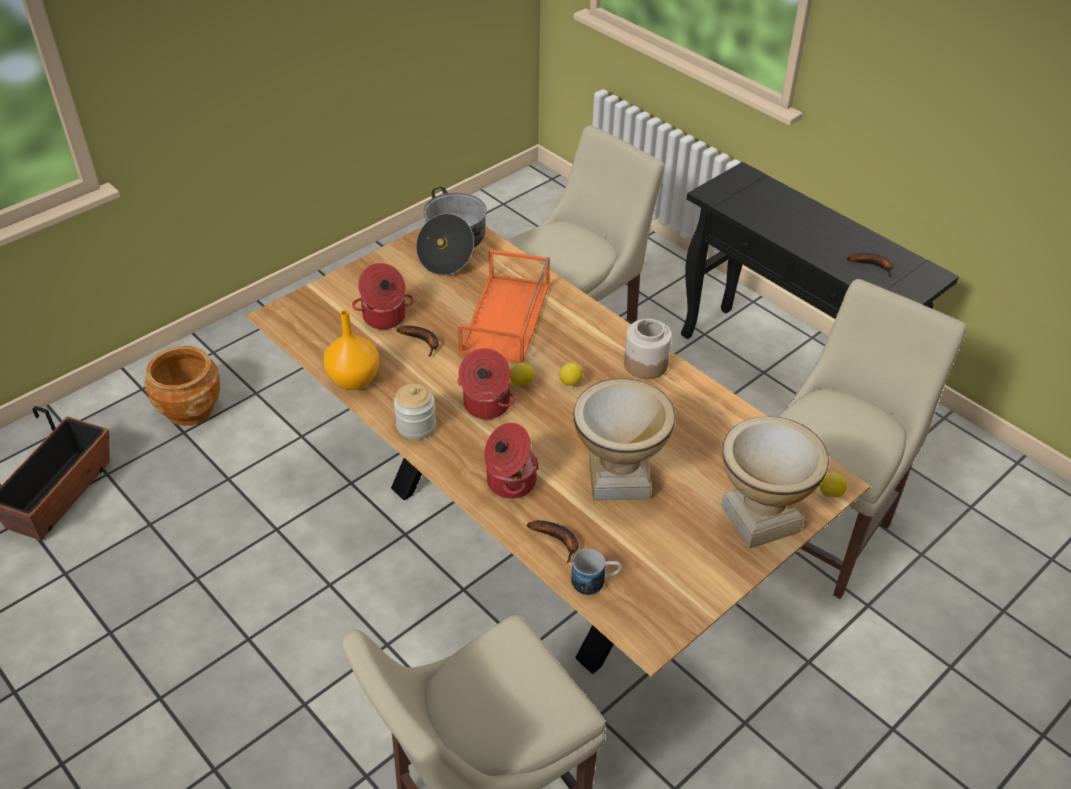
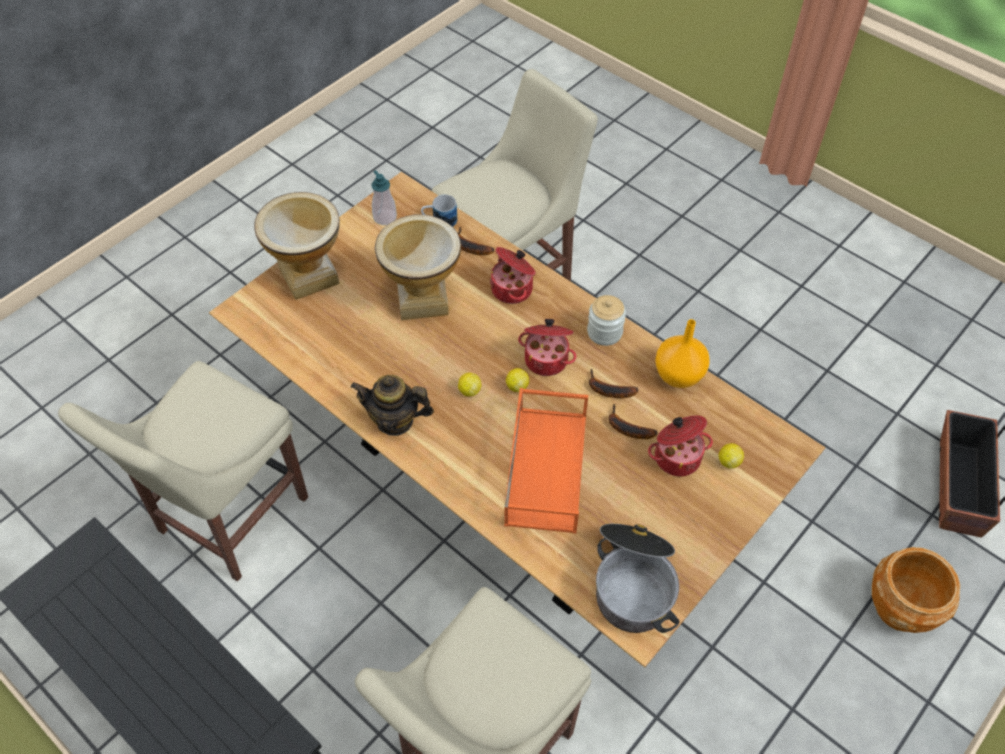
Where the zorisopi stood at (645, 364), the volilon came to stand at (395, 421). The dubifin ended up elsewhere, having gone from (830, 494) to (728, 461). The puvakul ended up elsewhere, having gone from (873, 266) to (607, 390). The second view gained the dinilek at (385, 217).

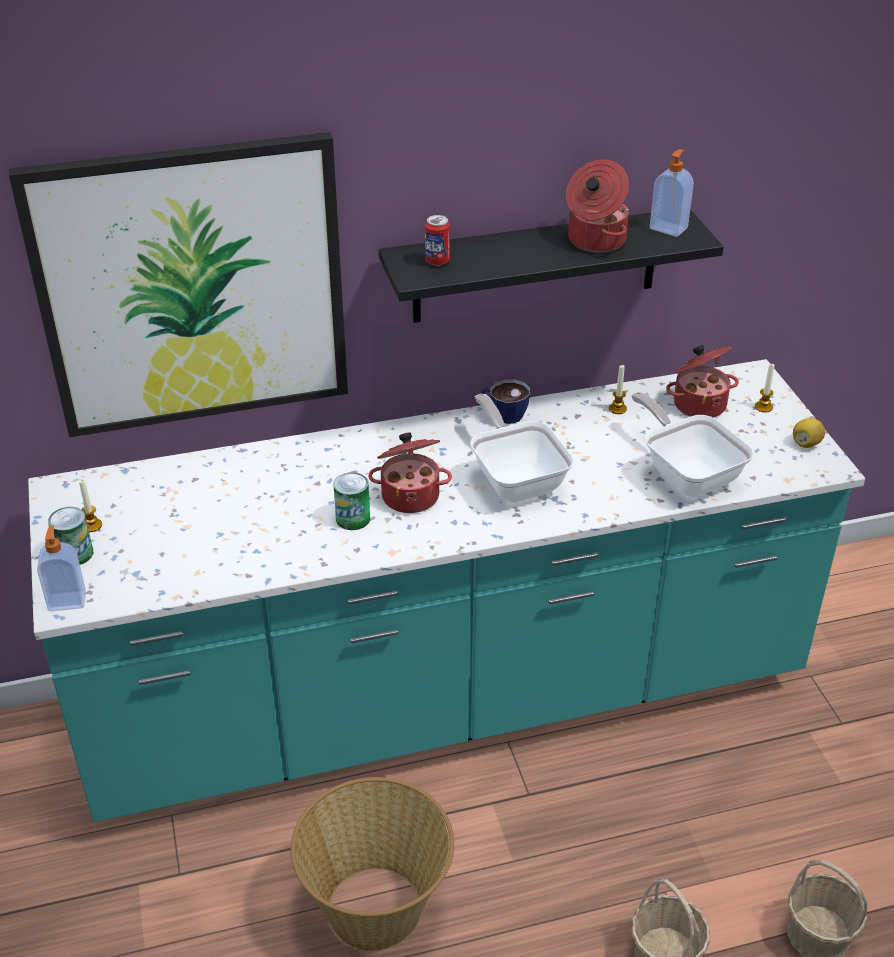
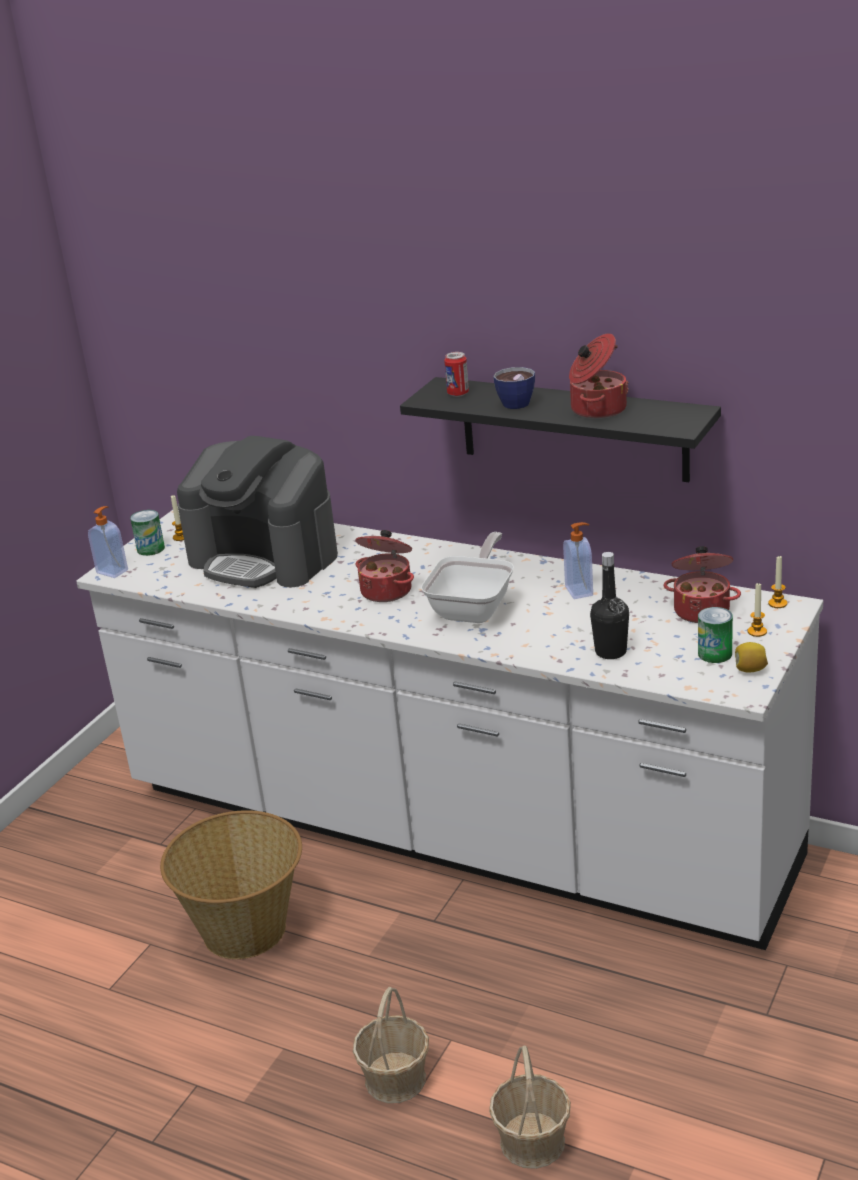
The second view lost the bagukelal at (193, 287). What was the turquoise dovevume at (447, 701) turned into the white dovevume at (452, 830). The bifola ended up elsewhere, having gone from (353, 518) to (715, 654). The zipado ended up elsewhere, having gone from (503, 414) to (513, 402). The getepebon ended up elsewhere, having gone from (617, 409) to (777, 603). Where the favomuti stood at (687, 473), the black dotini came to stand at (610, 652). The dinilek ended up elsewhere, having gone from (669, 228) to (580, 591). The second view gained the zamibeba at (265, 557).

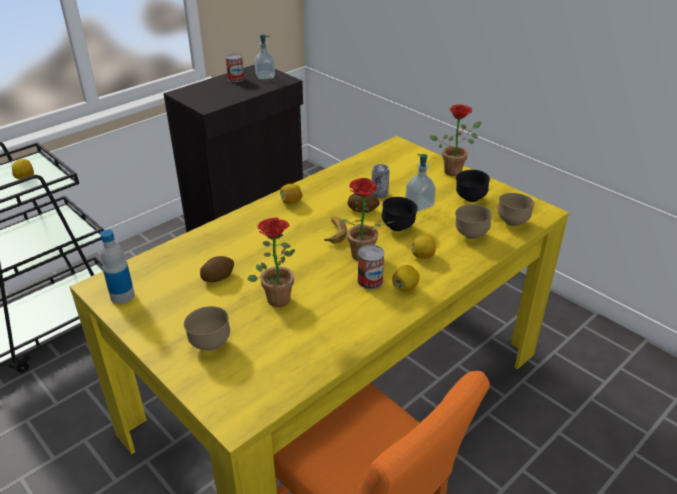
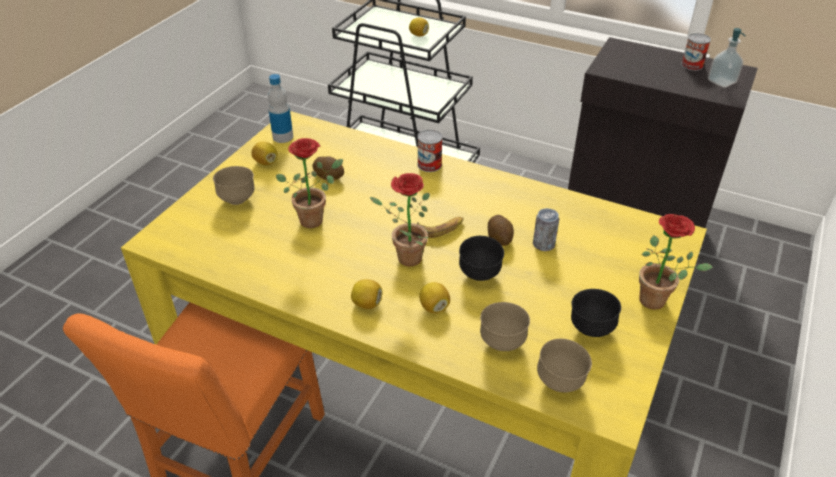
The dubifin ended up elsewhere, having gone from (291, 202) to (266, 162). The bifola ended up elsewhere, having gone from (370, 281) to (429, 165). The second view lost the dinilek at (419, 205).

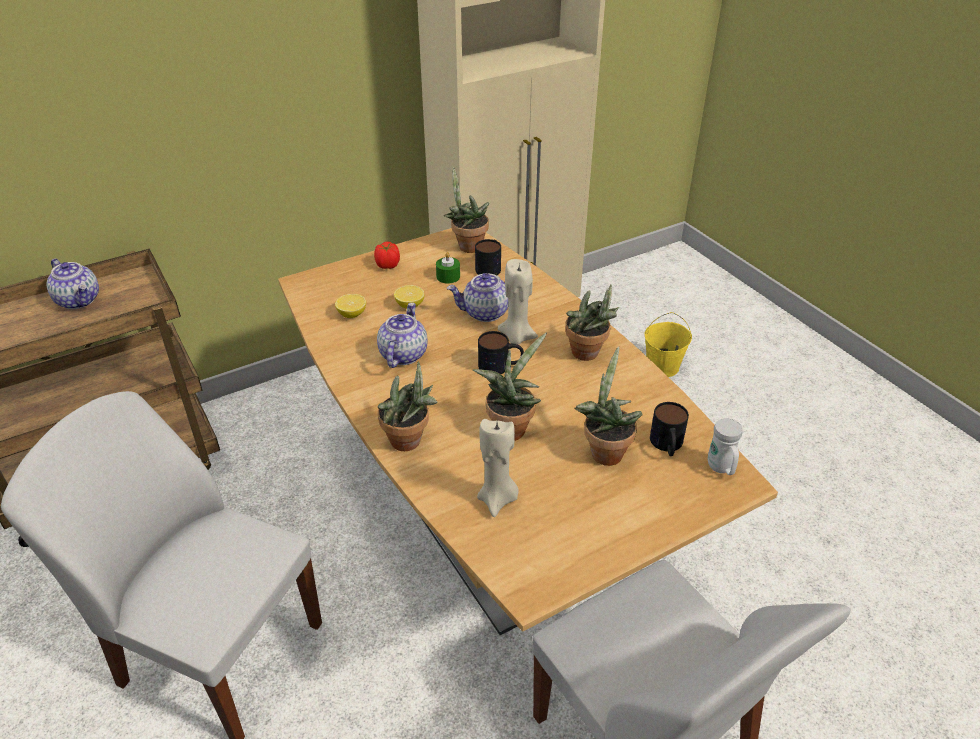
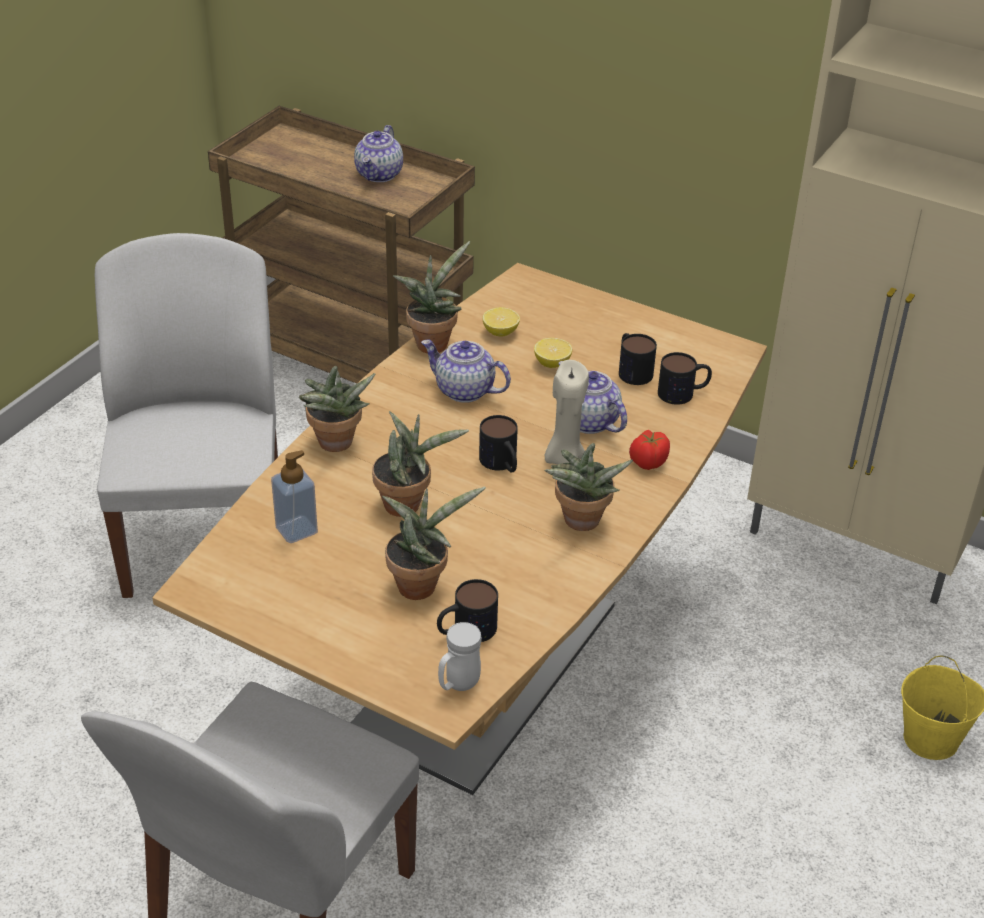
The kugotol ended up elsewhere, having gone from (387, 265) to (648, 462). The volilon at (402, 354) ended up facing another way, 135 degrees counterclockwise from before. Where the green getepebon stood at (448, 276), the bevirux came to stand at (632, 369). The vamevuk ended up elsewhere, having gone from (467, 246) to (433, 342). Where the beige getepebon stood at (498, 500), the dinilek came to stand at (296, 530).

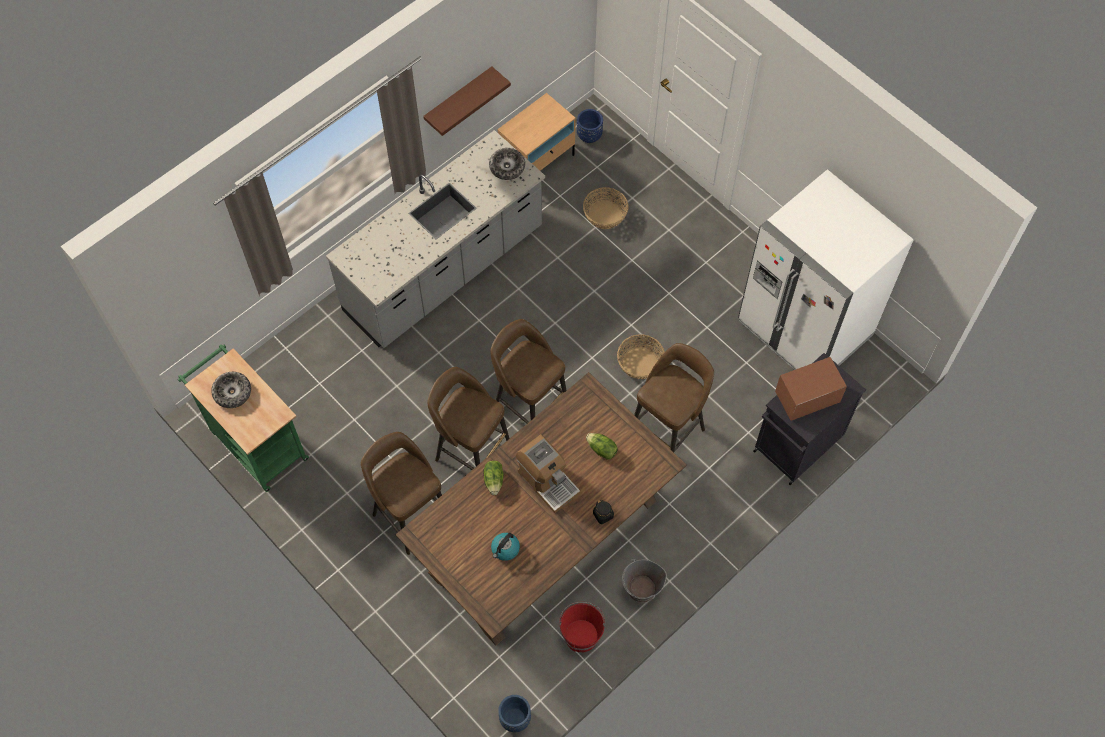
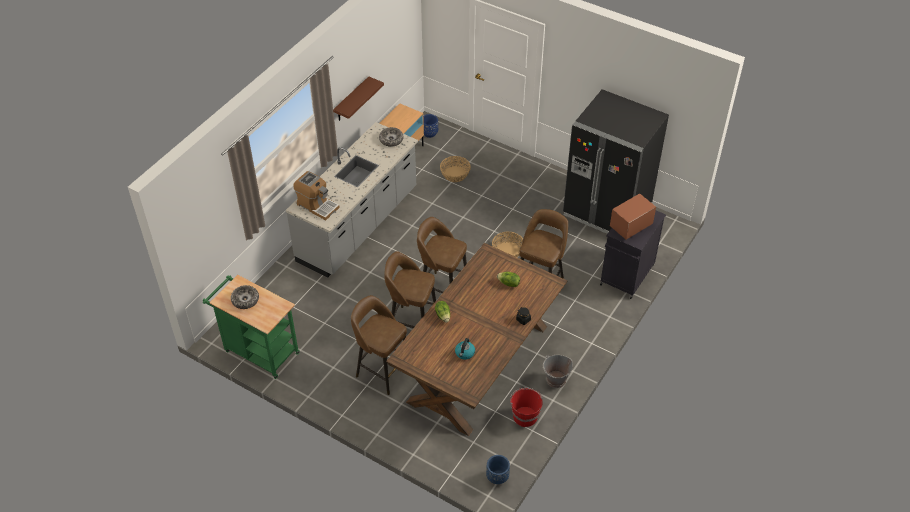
The zamibeba ended up elsewhere, having gone from (547, 481) to (317, 206). What was the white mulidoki at (804, 329) turned into the black mulidoki at (607, 211).

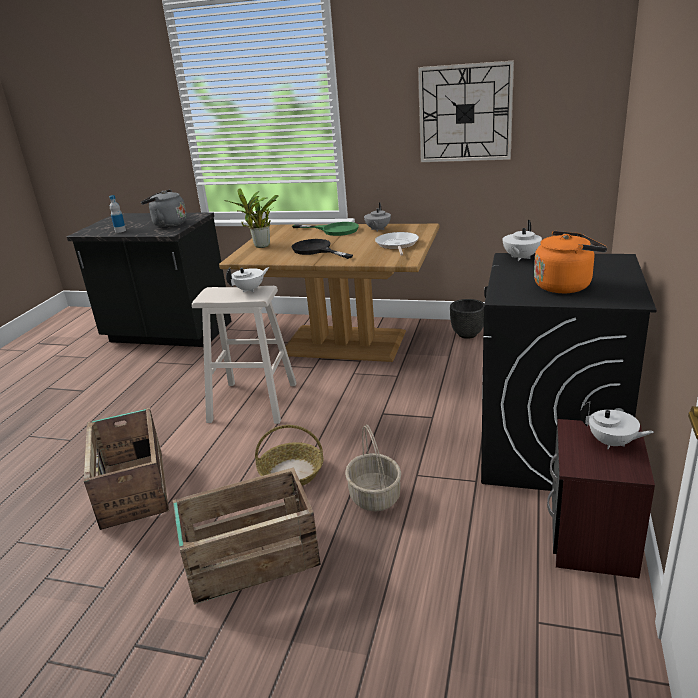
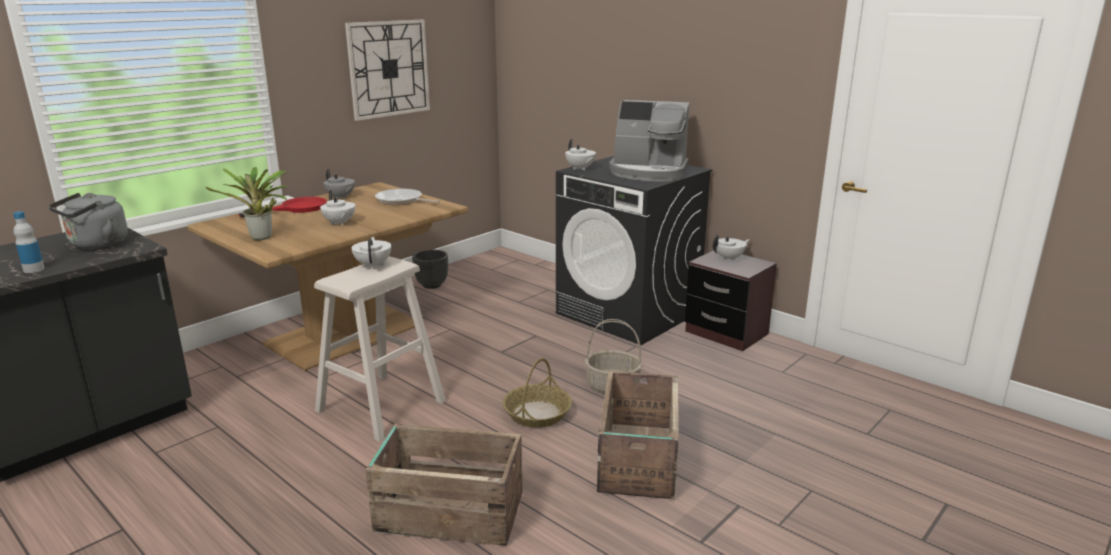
What was the green favomuti at (334, 230) turned into the red favomuti at (296, 208). Where the black favomuti stood at (316, 250), the white volilon came to stand at (339, 223). Where the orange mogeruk stood at (565, 285), the zamibeba came to stand at (648, 172).

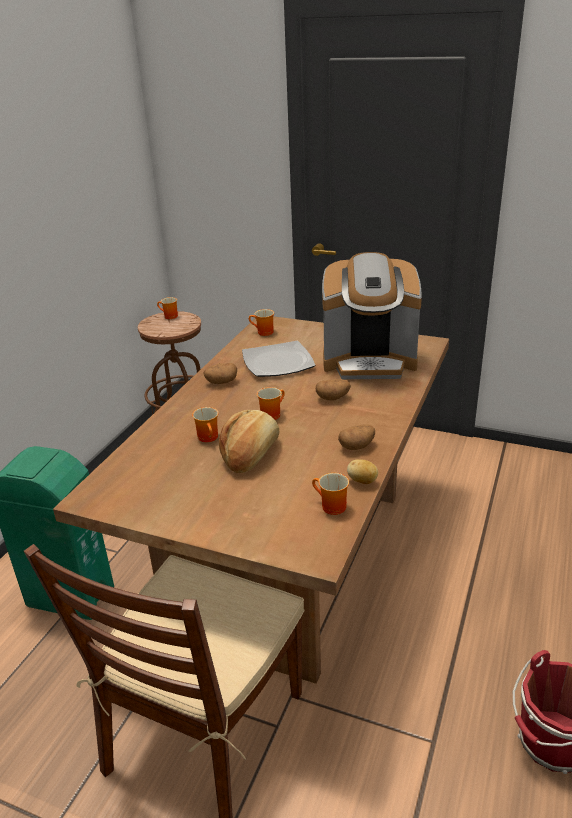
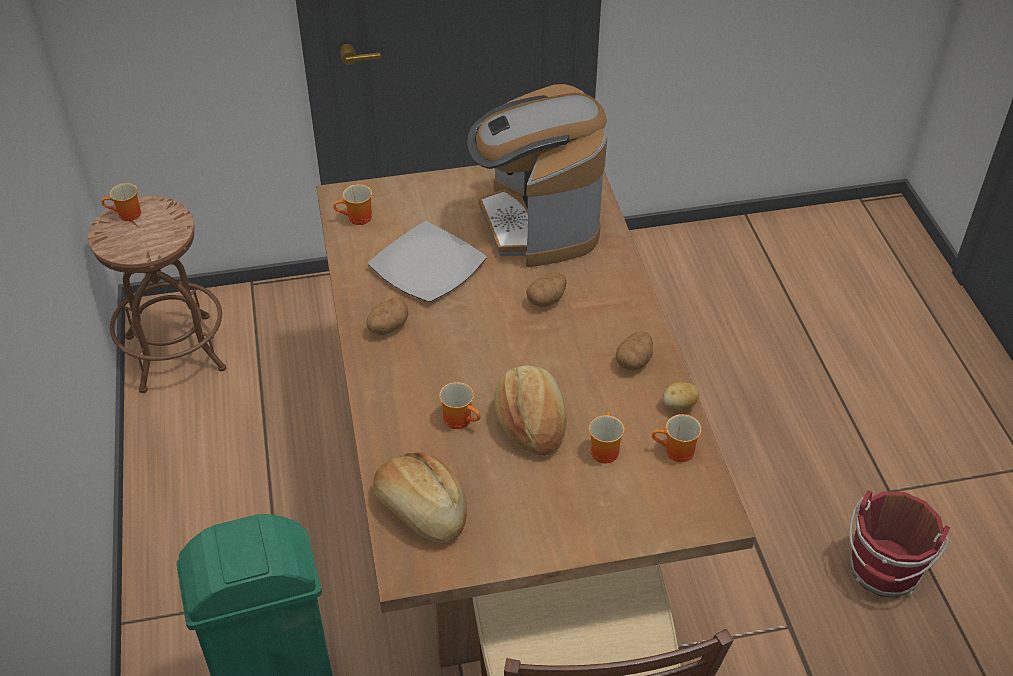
The bevirux ended up elsewhere, having gone from (271, 414) to (602, 449). The zamibeba at (369, 361) ended up facing another way, 105 degrees clockwise from before. The second view gained the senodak at (421, 510).

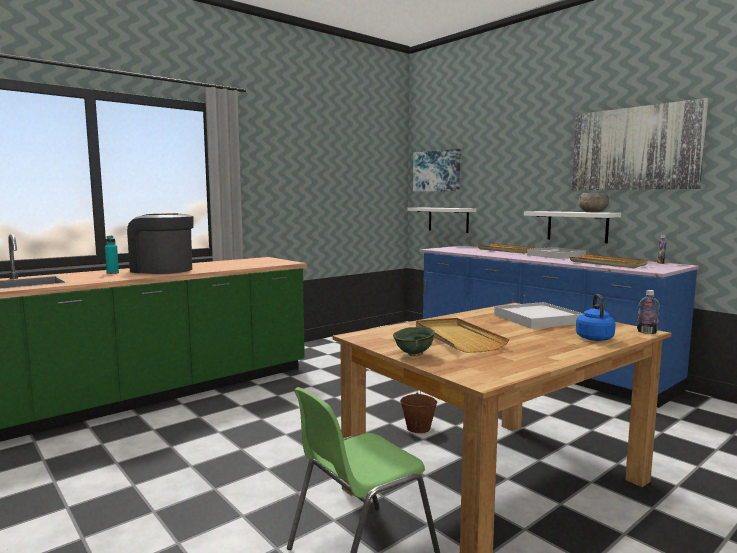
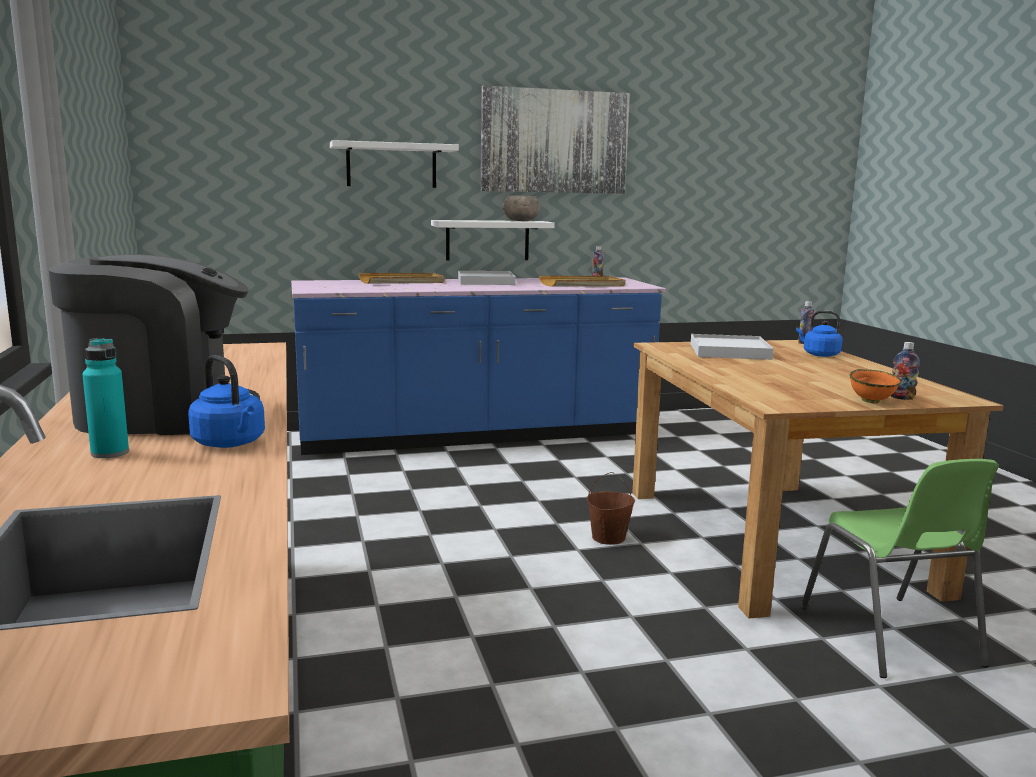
The zamibeba at (162, 270) ended up facing another way, 150 degrees counterclockwise from before. What was the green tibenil at (414, 355) turned into the orange tibenil at (872, 401). The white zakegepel ended up elsewhere, having gone from (448, 219) to (391, 165). The second view lost the bagukelal at (437, 171). The second view lost the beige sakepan at (456, 338). The second view gained the blue mogeruk at (230, 443). The second view gained the dotini at (901, 398).

